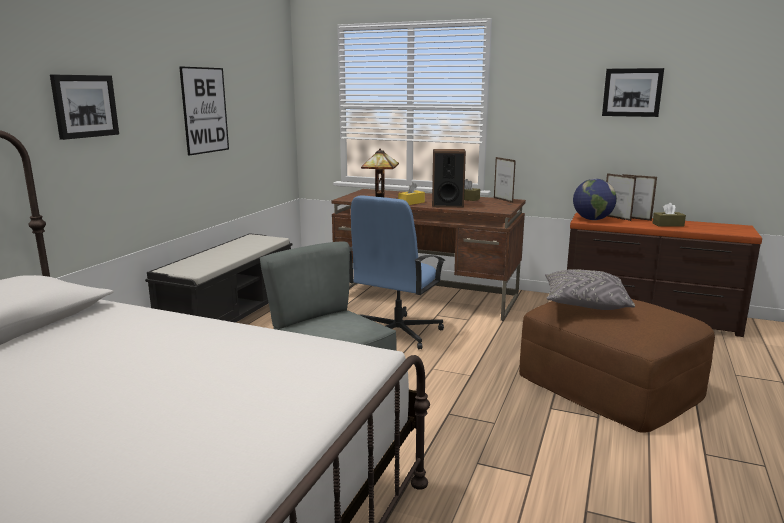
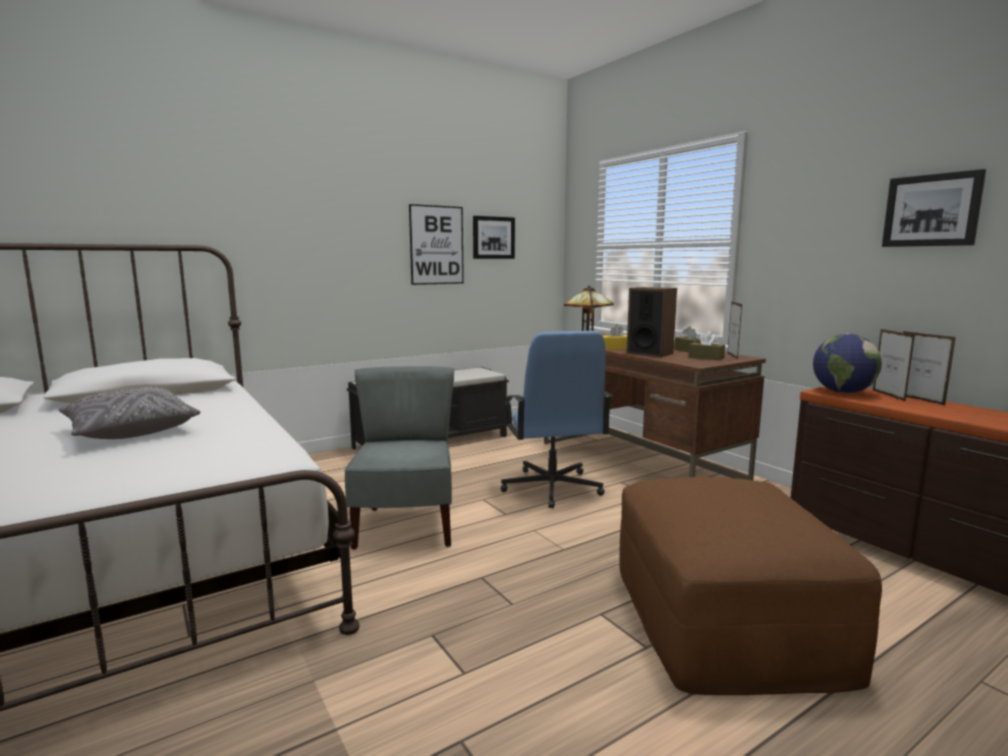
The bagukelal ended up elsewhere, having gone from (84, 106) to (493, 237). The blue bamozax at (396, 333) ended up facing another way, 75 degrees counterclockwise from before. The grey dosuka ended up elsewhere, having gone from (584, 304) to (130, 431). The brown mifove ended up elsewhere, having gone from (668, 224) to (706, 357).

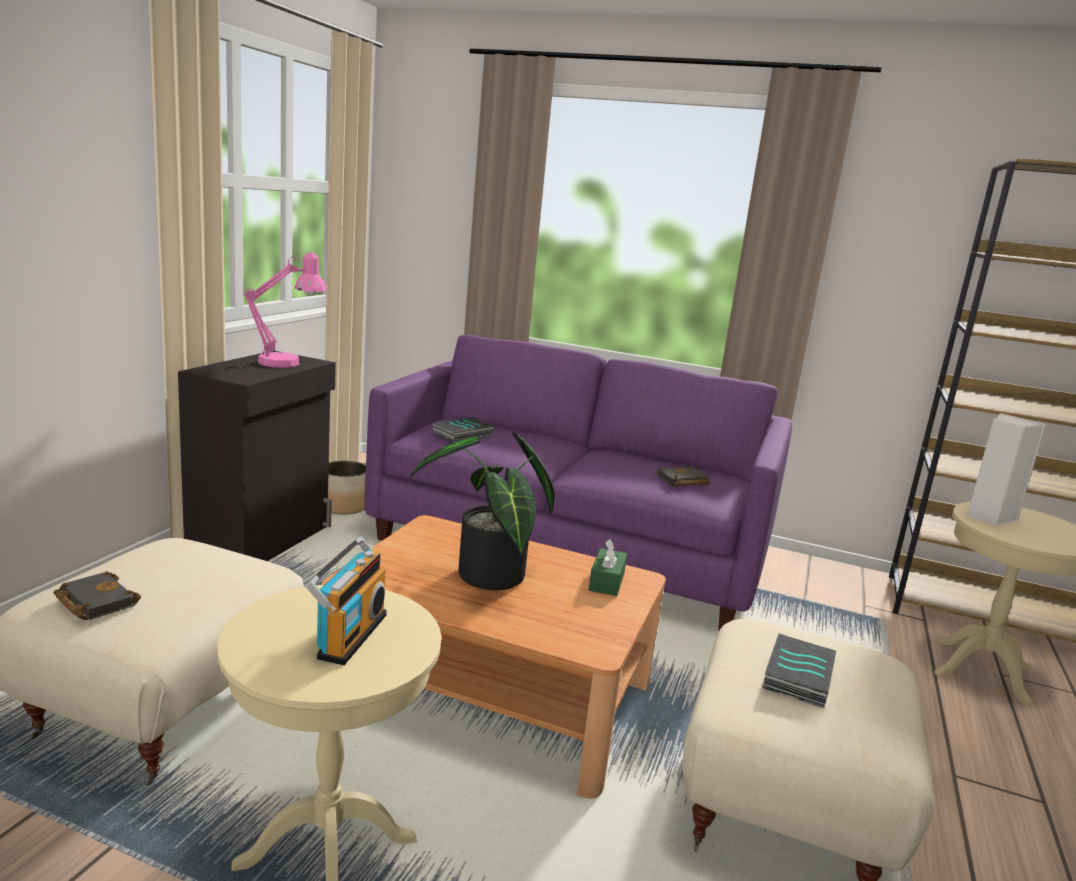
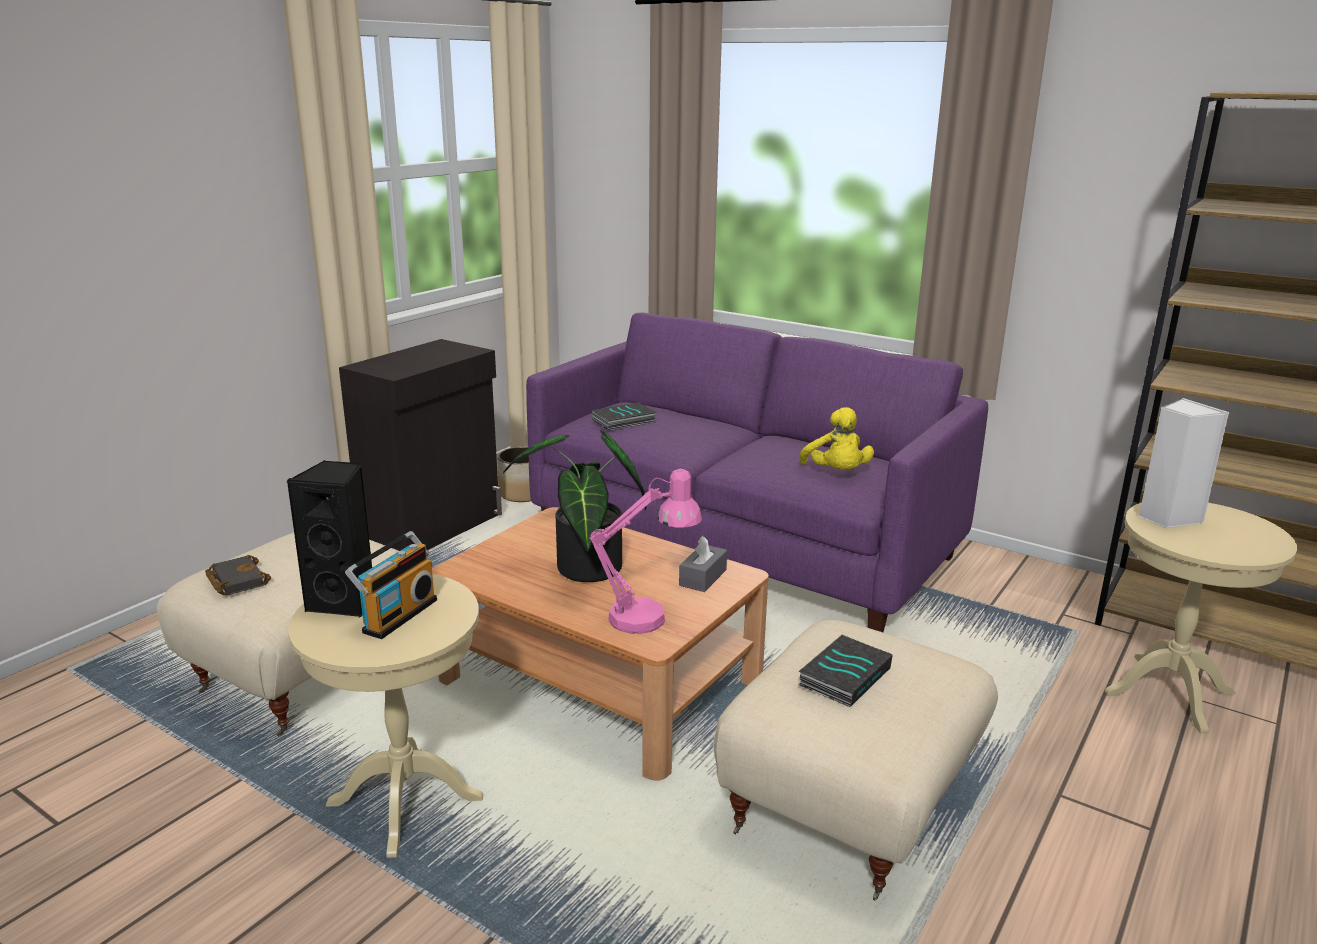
The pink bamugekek ended up elsewhere, having gone from (288, 363) to (649, 617). What was the green mifove at (606, 581) turned into the grey mifove at (703, 577). Where the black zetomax stood at (682, 481), the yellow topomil came to stand at (836, 473). The second view gained the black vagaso at (345, 602).

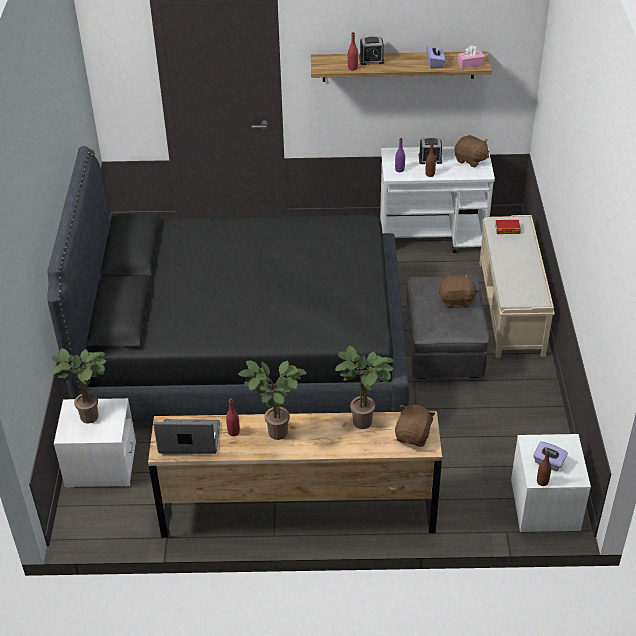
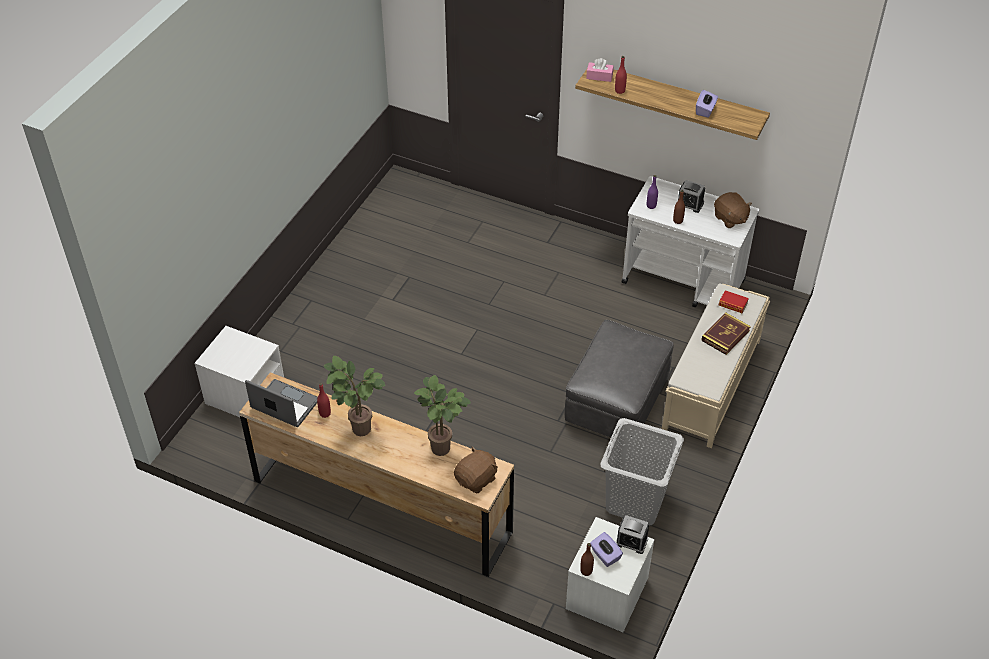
The second view lost the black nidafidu at (245, 352). The second view lost the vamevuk at (93, 416). The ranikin ended up elsewhere, having gone from (371, 60) to (631, 541). The second view lost the brown topomil at (456, 301). The pink mifove ended up elsewhere, having gone from (470, 64) to (599, 76). The second view gained the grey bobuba at (635, 500). The second view gained the zetomax at (725, 335).

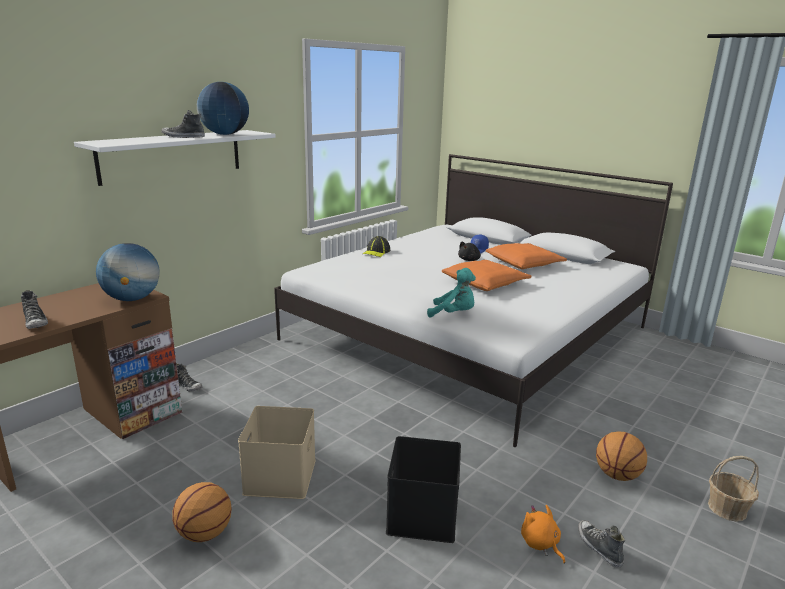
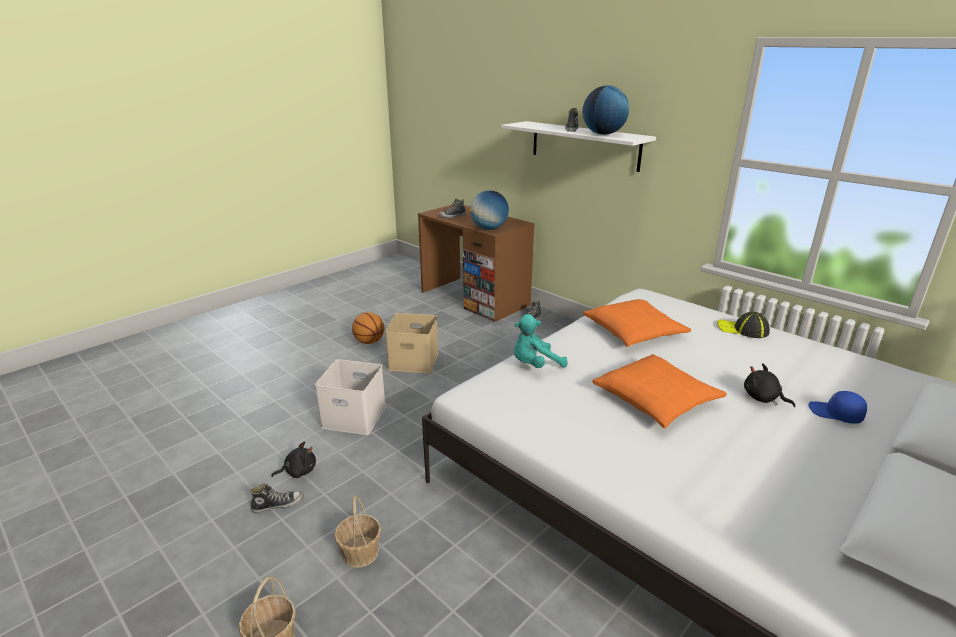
What was the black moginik at (421, 513) turned into the white moginik at (355, 416). The turquoise topomil at (454, 314) ended up facing another way, 45 degrees clockwise from before. The orange dosuka ended up elsewhere, having gone from (524, 263) to (634, 332). What was the orange topomil at (541, 544) turned into the black topomil at (298, 471). Where the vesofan stood at (617, 475), the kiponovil came to stand at (360, 552).

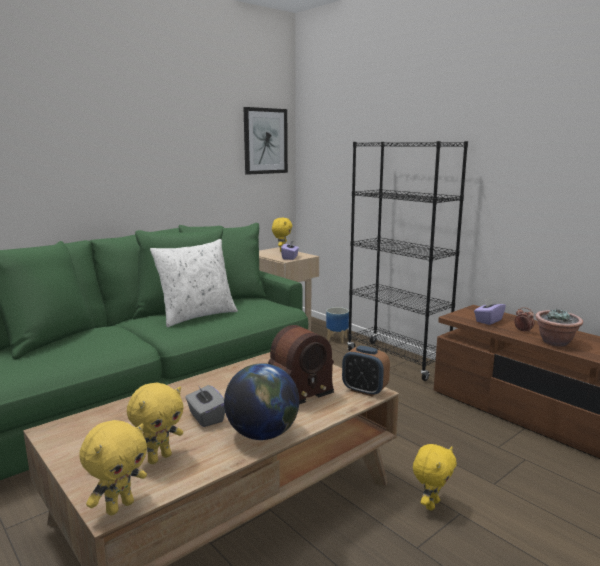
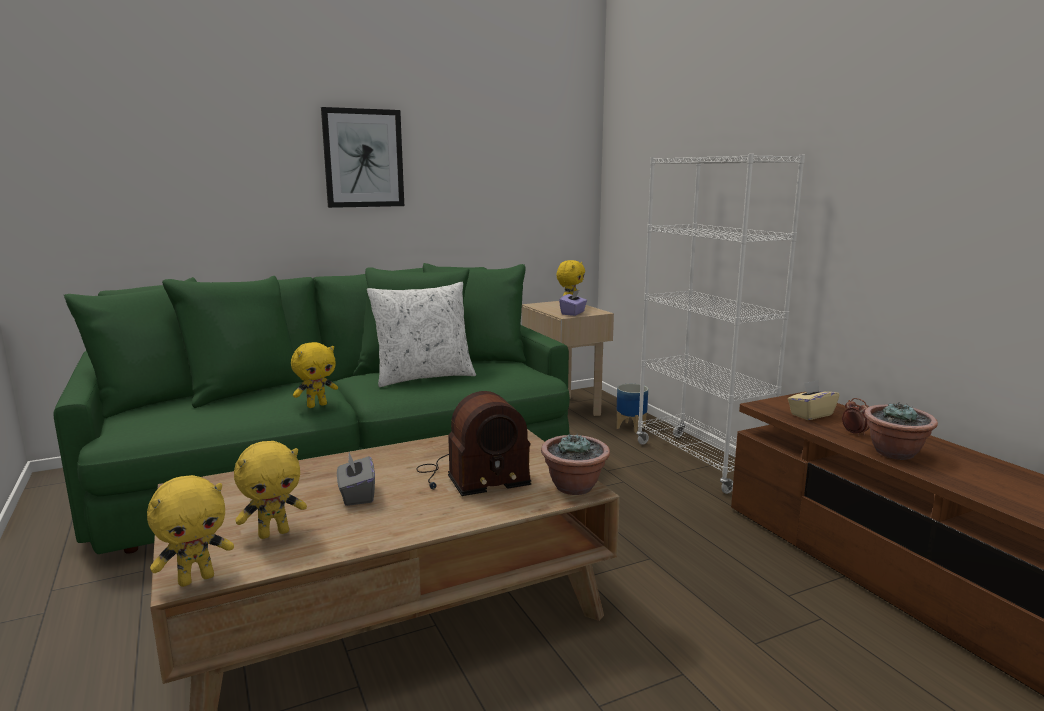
The second view lost the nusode at (262, 434). The bagukelal ended up elsewhere, having gone from (265, 141) to (363, 158). Where the ranikin stood at (364, 390), the vamevuk came to stand at (574, 487). What was the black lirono at (397, 360) turned into the white lirono at (700, 462). The yellow topomil ended up elsewhere, having gone from (431, 504) to (317, 405). What was the purple mifove at (488, 320) turned into the beige mifove at (811, 414).

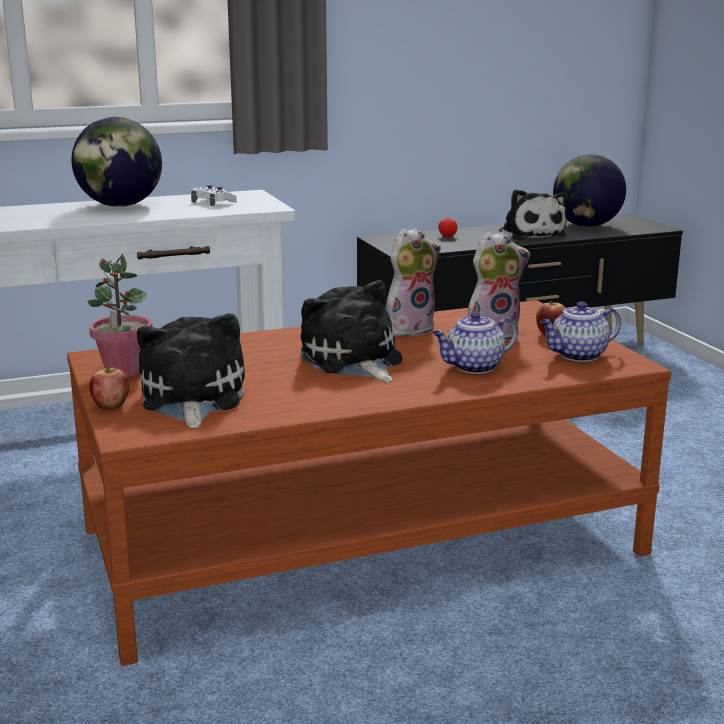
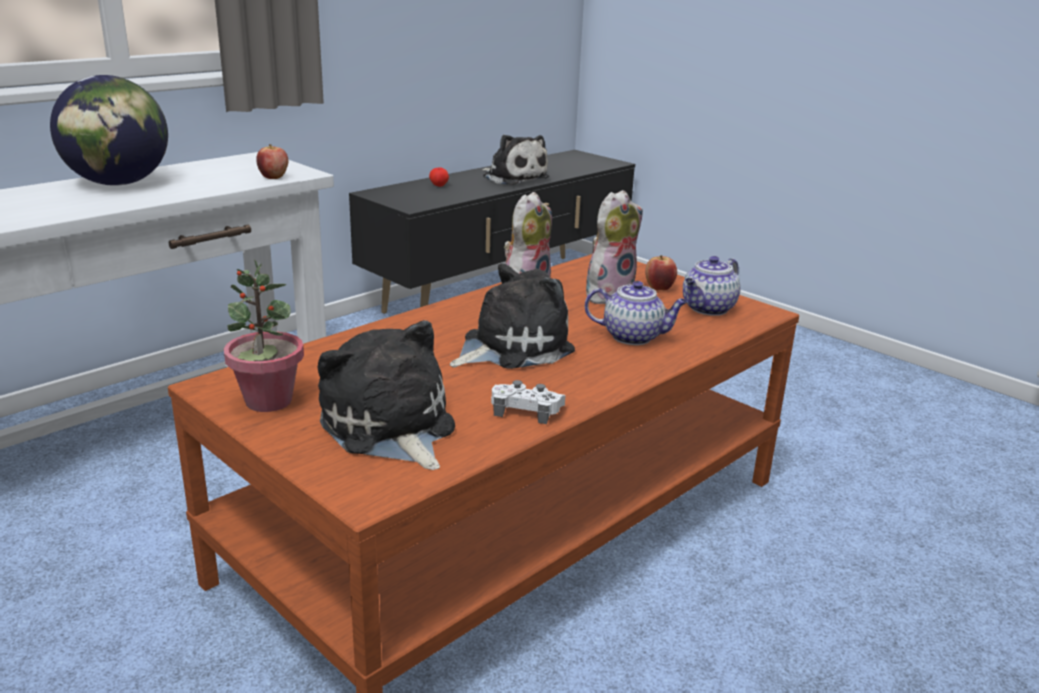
The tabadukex ended up elsewhere, having gone from (111, 407) to (273, 177). The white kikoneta ended up elsewhere, having gone from (213, 202) to (526, 409). The topomil at (353, 361) ended up facing another way, 105 degrees clockwise from before. The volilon at (473, 367) ended up facing another way, 120 degrees counterclockwise from before. The second view lost the nusode at (586, 226).

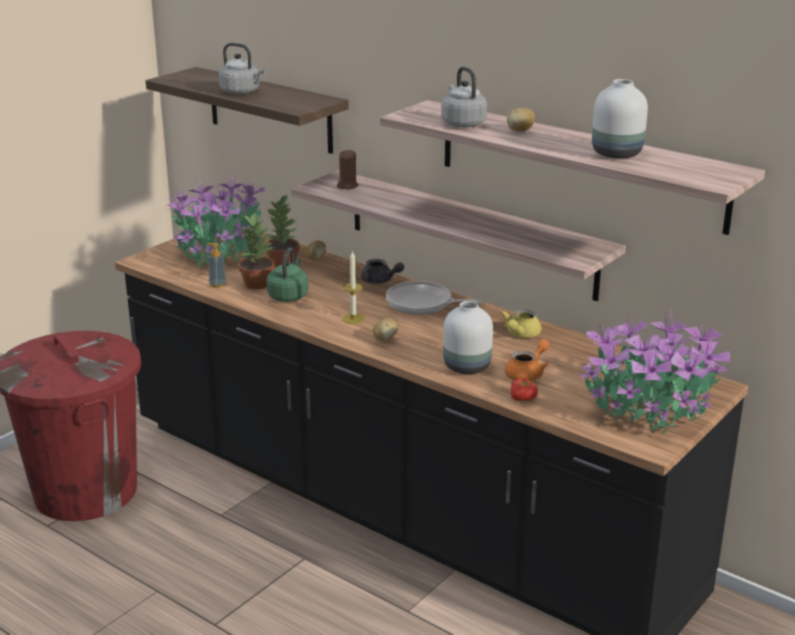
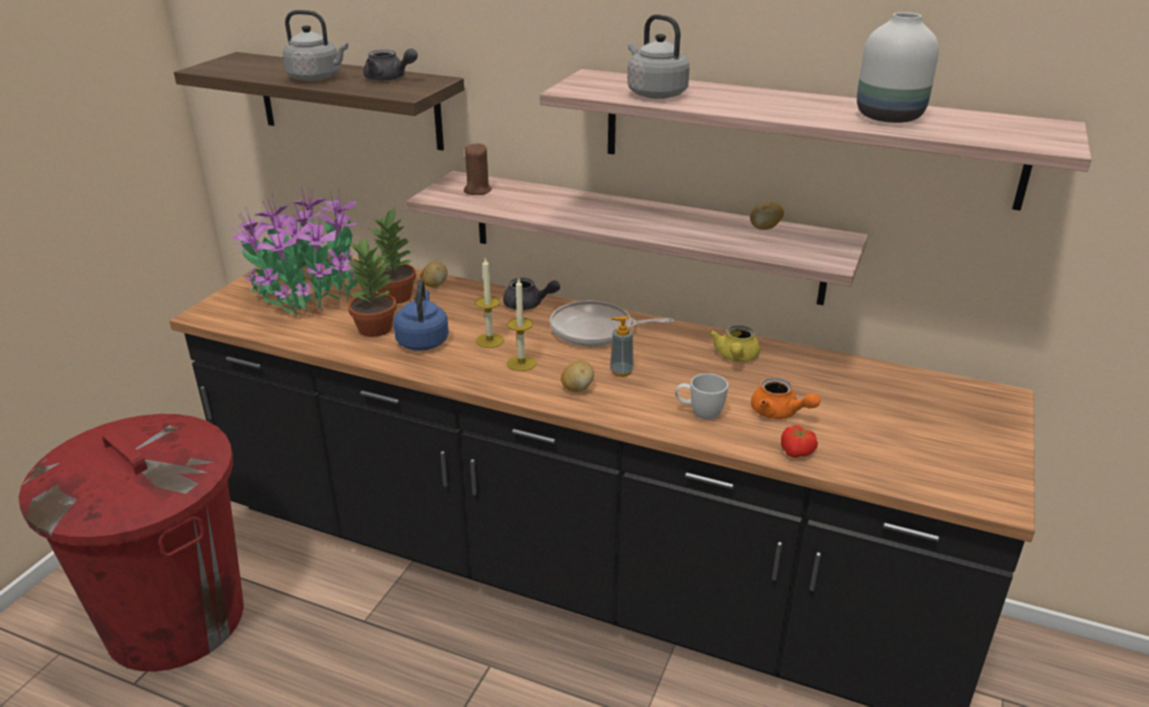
The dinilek ended up elsewhere, having gone from (217, 285) to (621, 371). What was the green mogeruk at (288, 295) turned into the blue mogeruk at (423, 340). Where the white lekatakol stood at (466, 366), the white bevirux came to stand at (699, 414). The orange volilon at (527, 373) ended up facing another way, 105 degrees clockwise from before. The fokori ended up elsewhere, having gone from (520, 130) to (764, 228). The second view lost the vamevuk at (652, 410). The second view gained the grey volilon at (389, 79). The second view gained the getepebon at (489, 340).

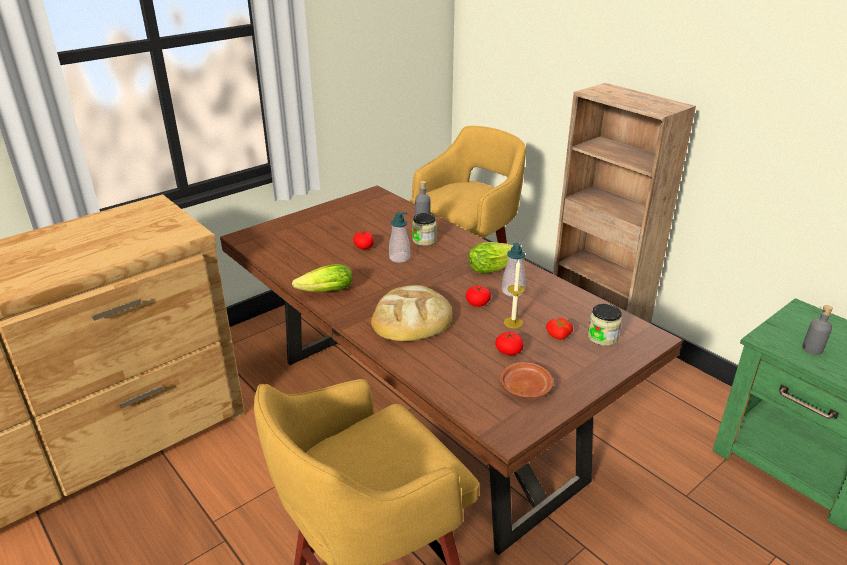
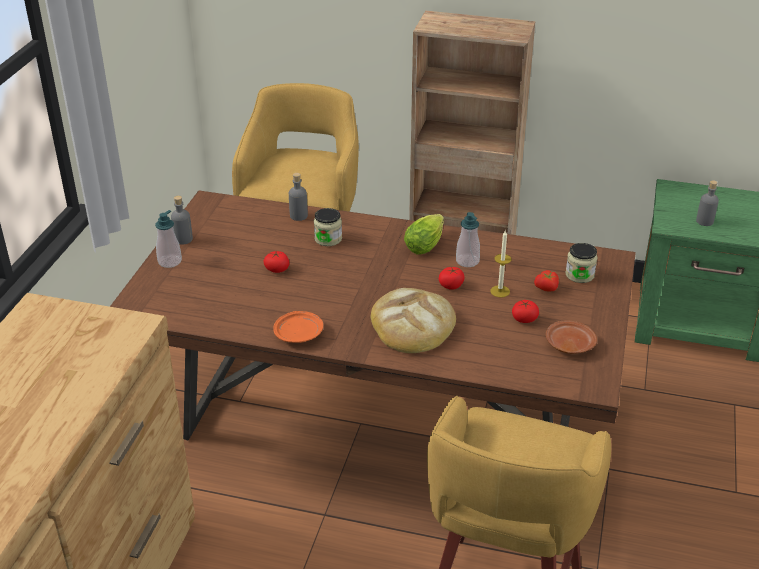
Where the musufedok stood at (323, 292), the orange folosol came to stand at (299, 334). The dinilek ended up elsewhere, having gone from (399, 258) to (170, 261). The second view gained the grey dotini at (183, 239).

